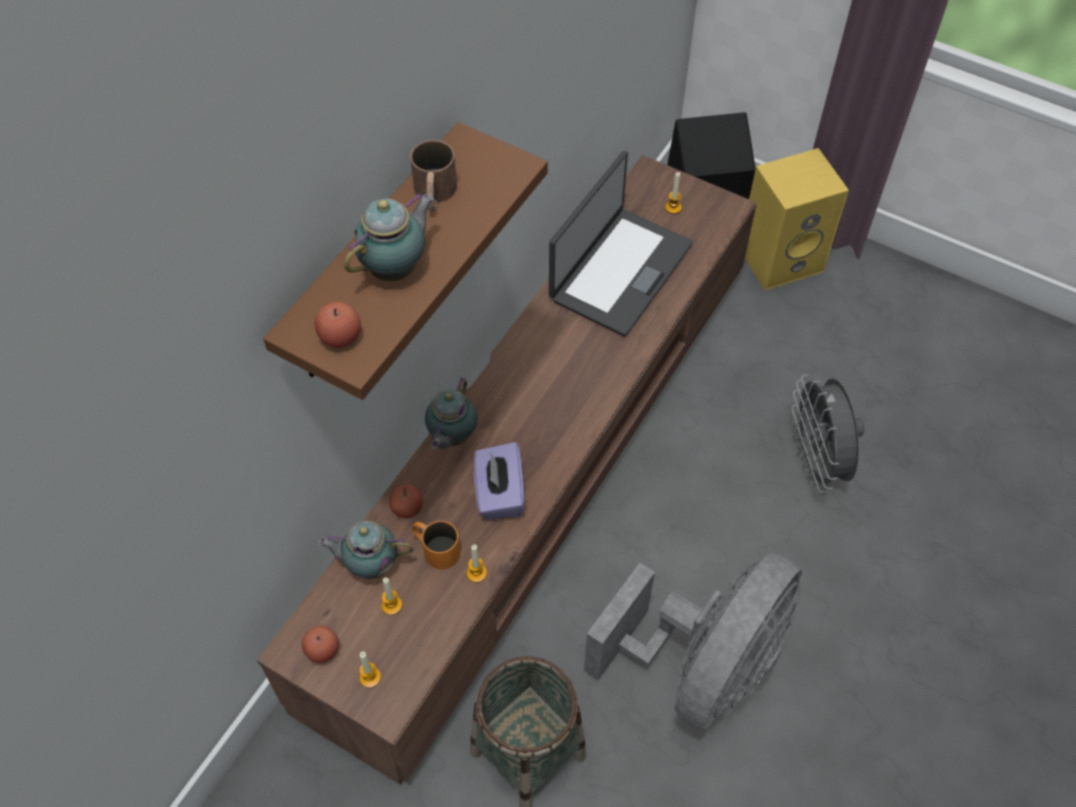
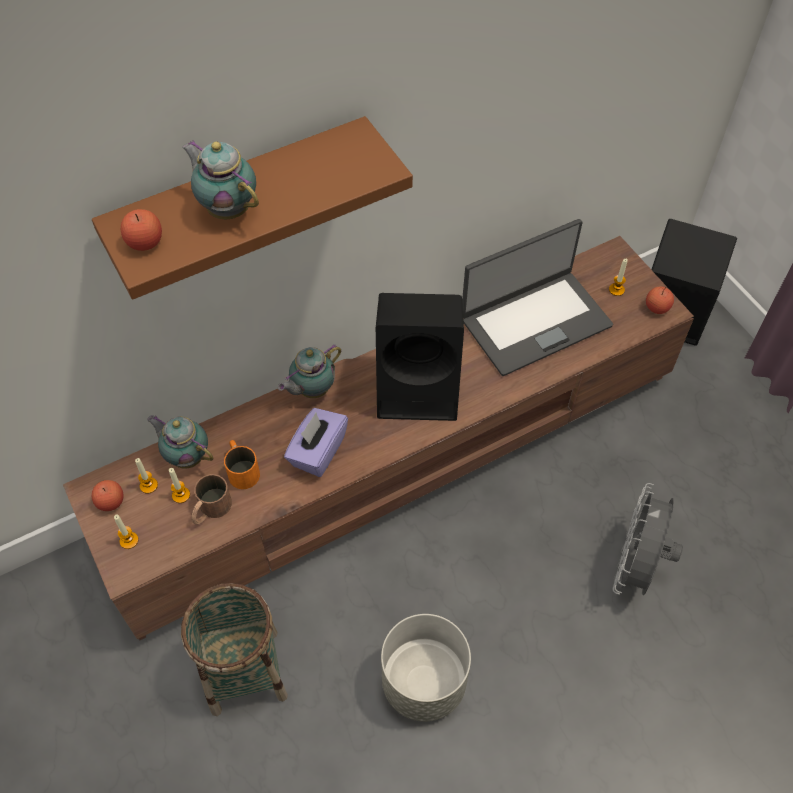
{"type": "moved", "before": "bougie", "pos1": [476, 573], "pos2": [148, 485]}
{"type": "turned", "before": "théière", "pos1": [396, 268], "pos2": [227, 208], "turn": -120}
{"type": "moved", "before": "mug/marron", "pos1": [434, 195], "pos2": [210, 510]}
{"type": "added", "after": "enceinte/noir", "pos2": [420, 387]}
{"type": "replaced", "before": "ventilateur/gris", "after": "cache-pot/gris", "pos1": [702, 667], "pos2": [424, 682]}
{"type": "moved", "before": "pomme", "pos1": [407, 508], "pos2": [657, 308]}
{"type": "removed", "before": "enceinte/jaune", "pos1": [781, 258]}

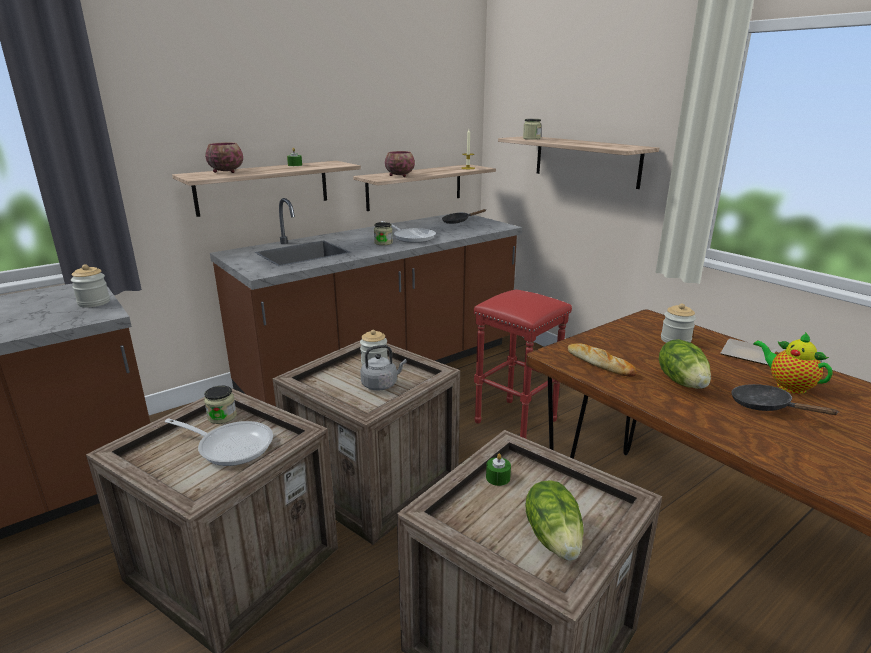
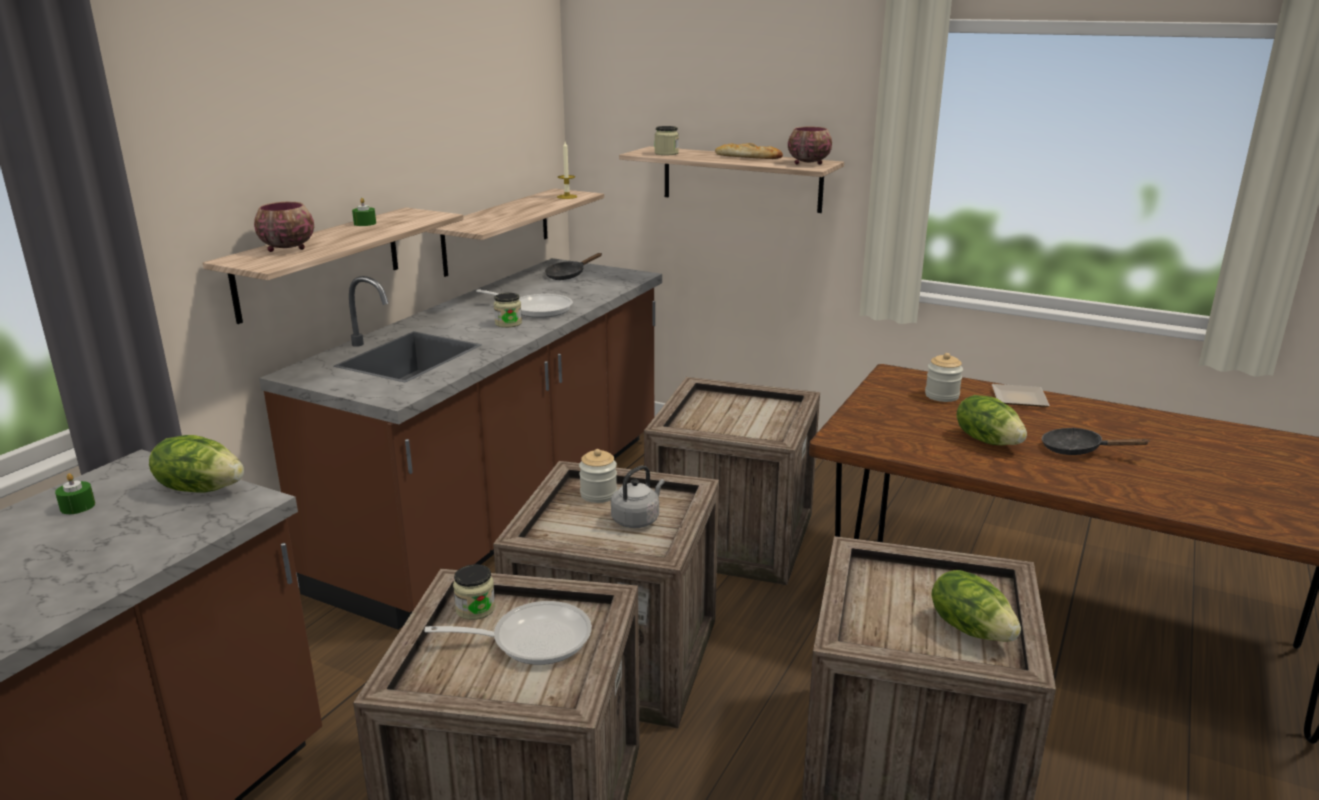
{"type": "moved", "before": "bougie/vert", "pos1": [498, 477], "pos2": [77, 506]}
{"type": "replaced", "before": "bocal", "after": "laitue", "pos1": [94, 302], "pos2": [201, 488]}
{"type": "replaced", "before": "tabouret/rouge", "after": "caisse", "pos1": [515, 420], "pos2": [730, 534]}
{"type": "moved", "before": "pain", "pos1": [600, 363], "pos2": [748, 157]}
{"type": "moved", "before": "bol", "pos1": [400, 176], "pos2": [808, 163]}
{"type": "removed", "before": "théière", "pos1": [787, 386]}

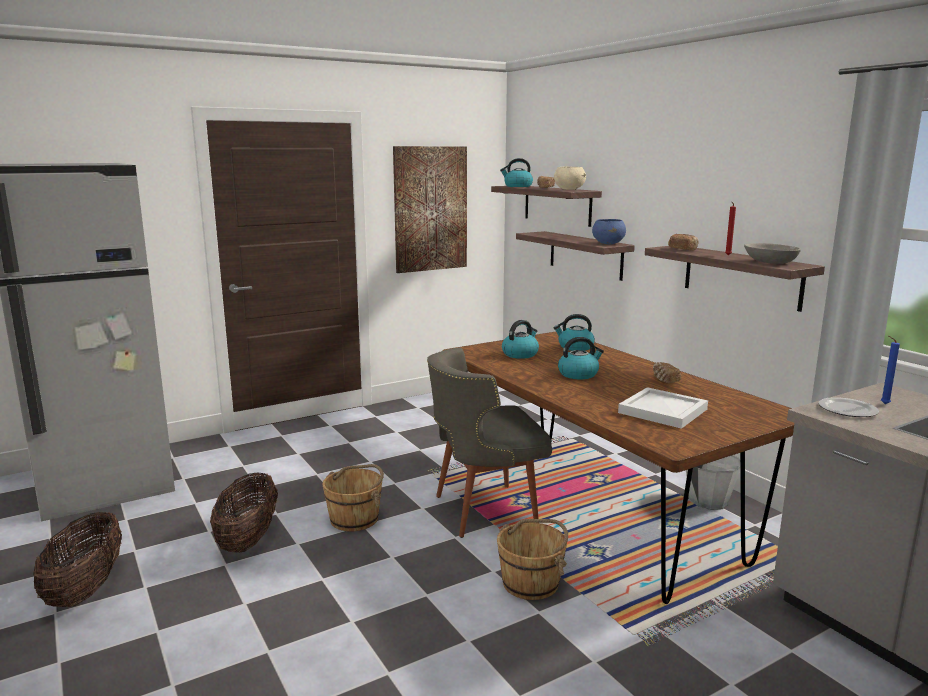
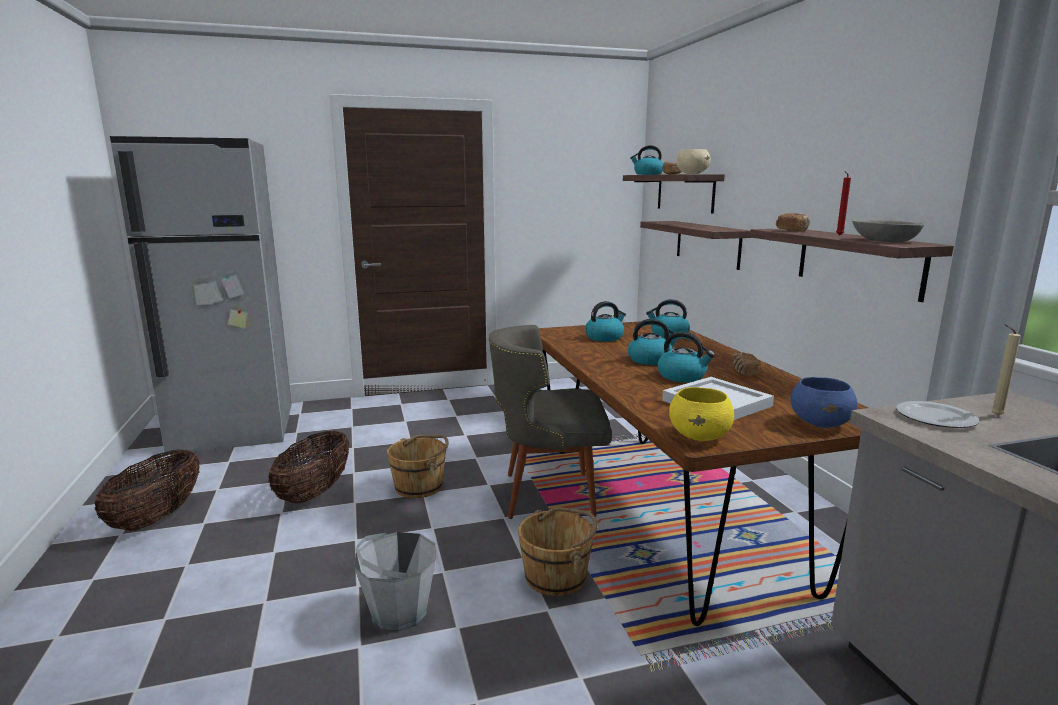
{"type": "moved", "before": "seau/gris", "pos1": [707, 500], "pos2": [399, 611]}
{"type": "added", "after": "bouilloire", "pos2": [682, 376]}
{"type": "added", "after": "bol/jaune", "pos2": [700, 437]}
{"type": "moved", "before": "bol/bleu", "pos1": [608, 243], "pos2": [820, 424]}
{"type": "recoloured", "before": "bougie/bleu", "after": "bougie/beige", "pos1": [883, 404], "pos2": [994, 415]}
{"type": "removed", "before": "tableau", "pos1": [430, 209]}

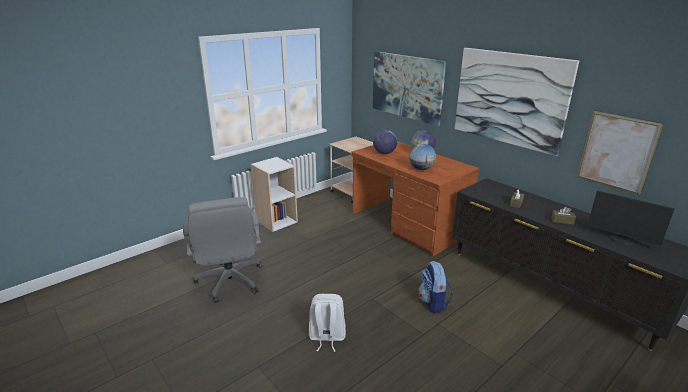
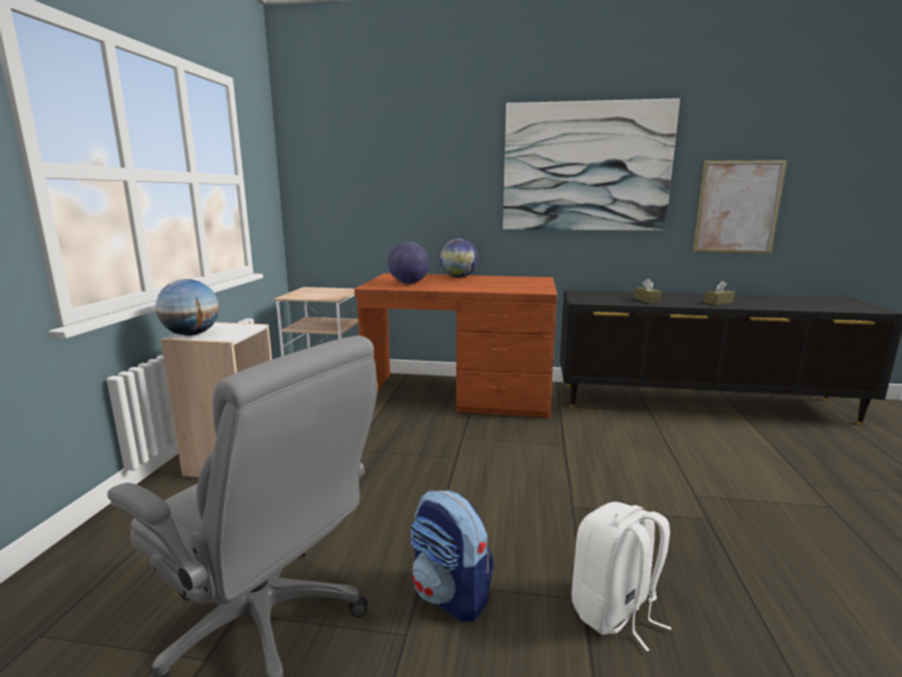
{"type": "moved", "before": "globe", "pos1": [421, 169], "pos2": [192, 334]}
{"type": "moved", "before": "sac à dos", "pos1": [433, 303], "pos2": [451, 595]}
{"type": "removed", "before": "tableau", "pos1": [406, 86]}
{"type": "removed", "before": "écran d'ordinateur", "pos1": [621, 239]}

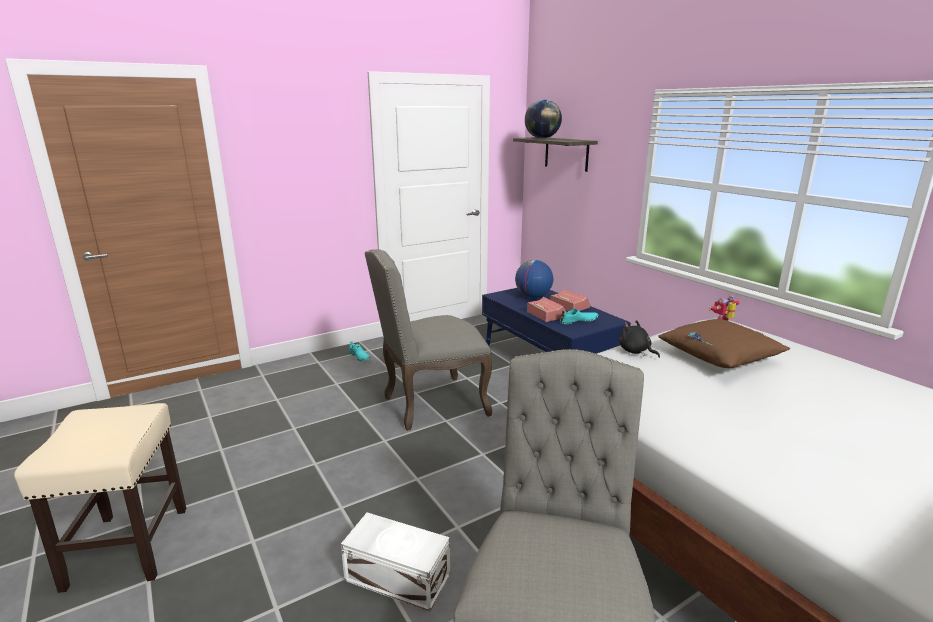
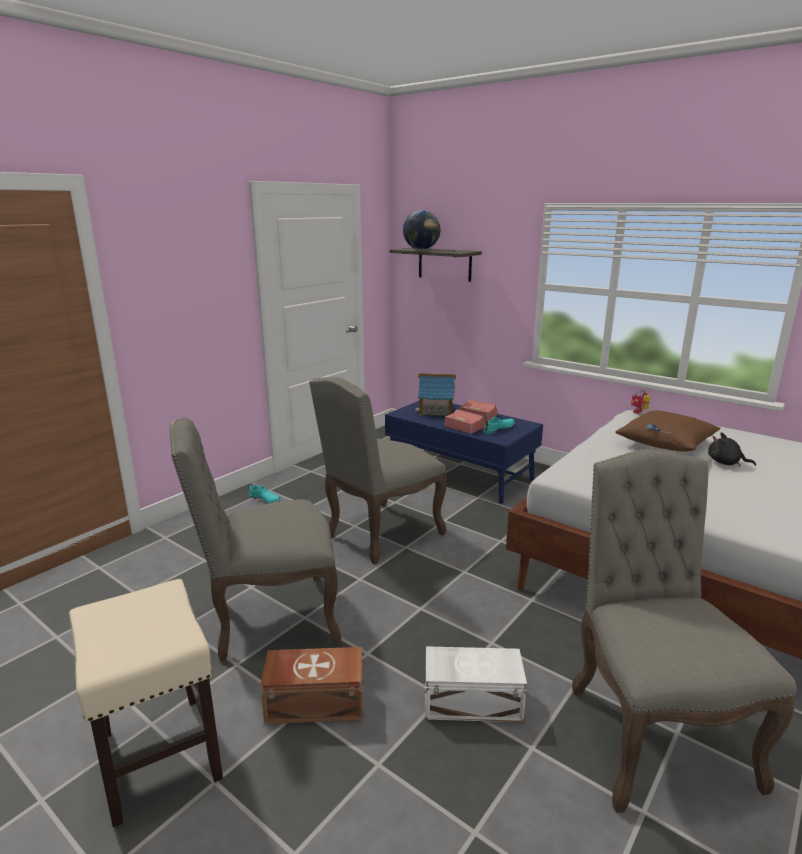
{"type": "added", "after": "chaise/gris", "pos2": [271, 619]}
{"type": "added", "after": "boîte de rangement/marron", "pos2": [314, 701]}
{"type": "replaced", "before": "globe", "after": "maison miniature", "pos1": [533, 297], "pos2": [436, 410]}
{"type": "moved", "before": "peluche/noir", "pos1": [635, 351], "pos2": [726, 463]}

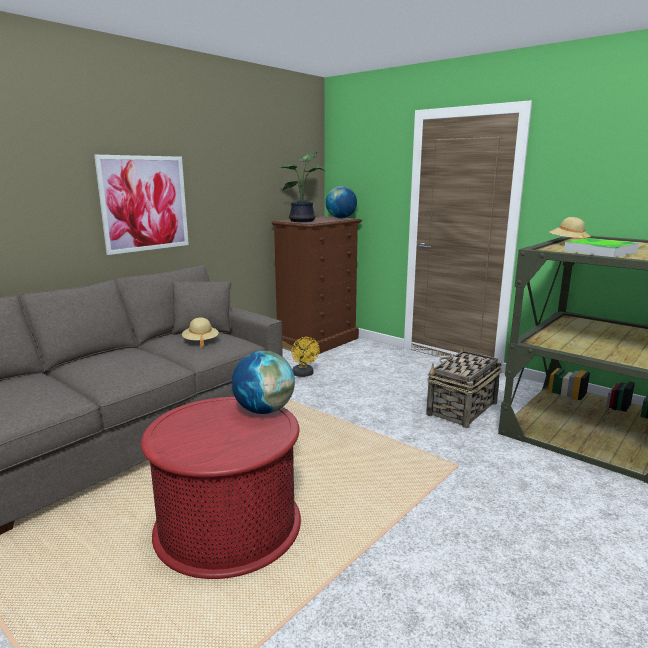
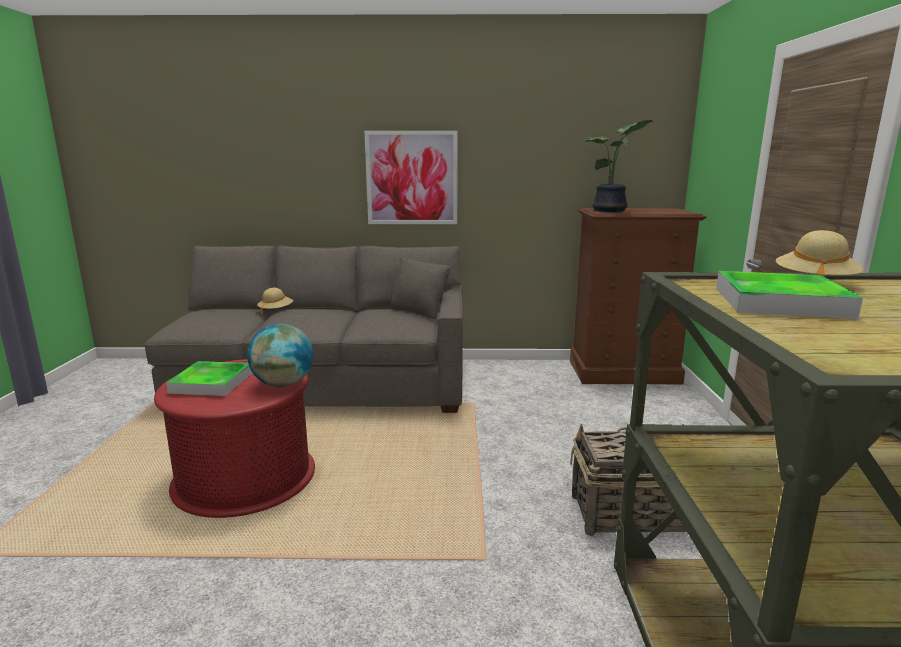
{"type": "added", "after": "plateau", "pos2": [211, 383]}
{"type": "moved", "before": "chapeau/beige", "pos1": [200, 342], "pos2": [276, 311]}
{"type": "removed", "before": "ventilateur/jaune", "pos1": [304, 374]}
{"type": "removed", "before": "globe", "pos1": [341, 218]}

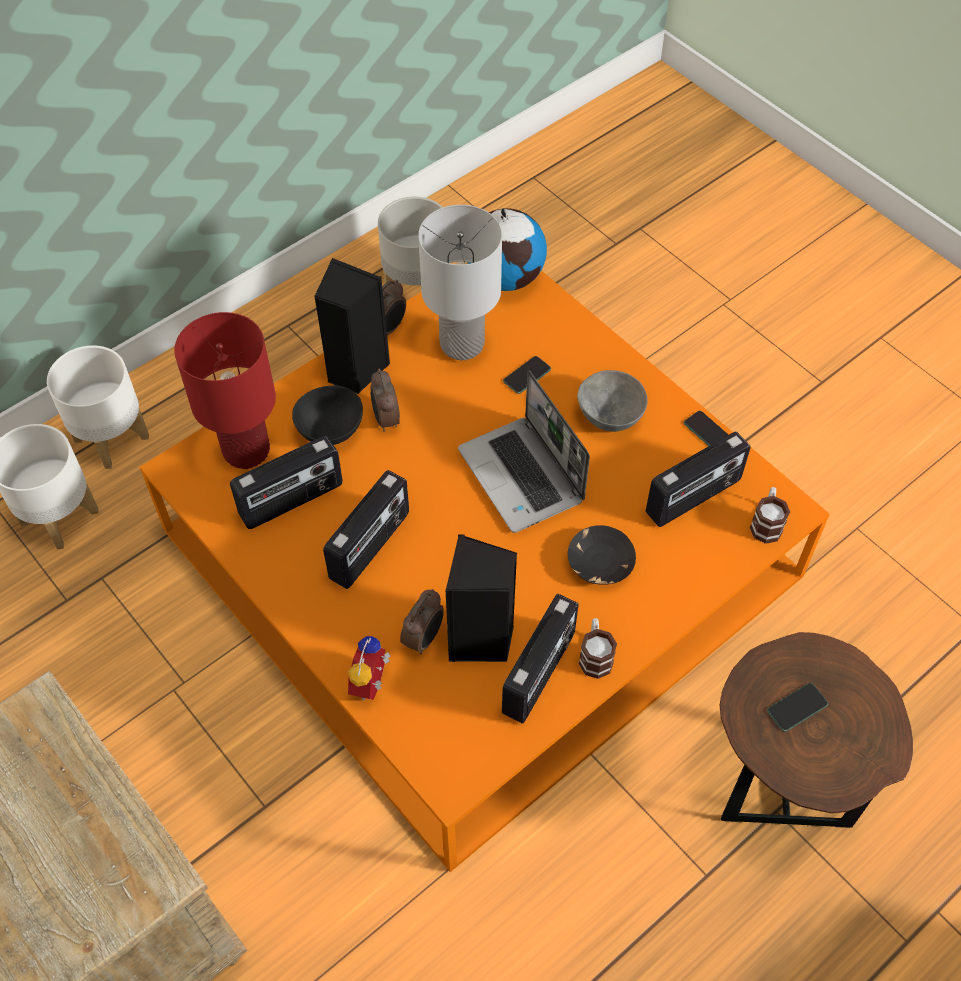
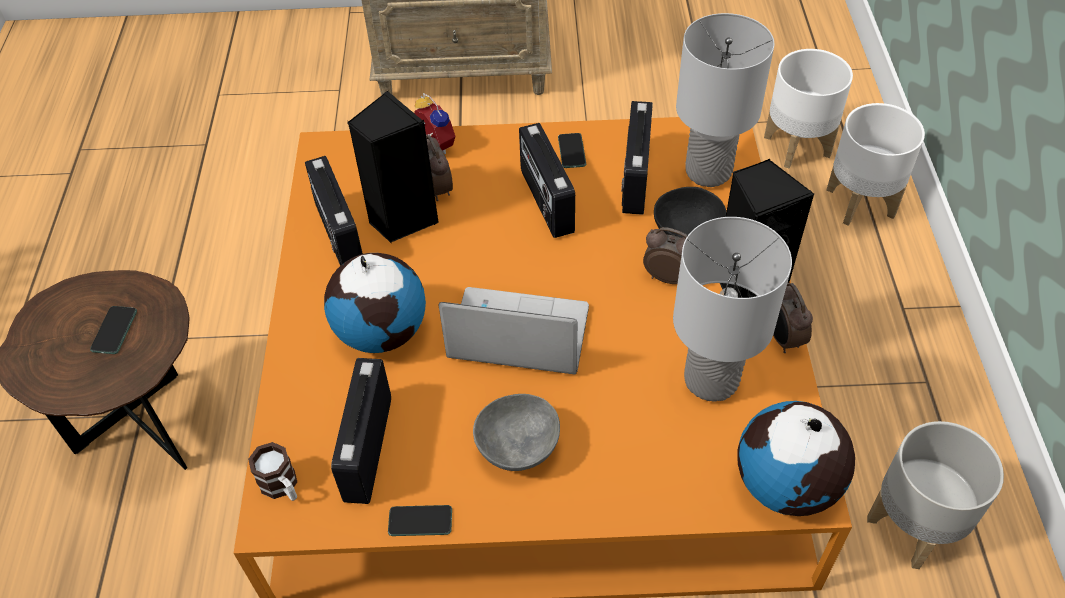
{"type": "replaced", "before": "bol/noir", "after": "globe", "pos1": [599, 563], "pos2": [382, 331]}
{"type": "moved", "before": "téléphone", "pos1": [527, 375], "pos2": [571, 151]}
{"type": "recoloured", "before": "lampe de table/rouge", "after": "lampe de table/gris", "pos1": [247, 453], "pos2": [708, 175]}
{"type": "removed", "before": "mug", "pos1": [595, 655]}

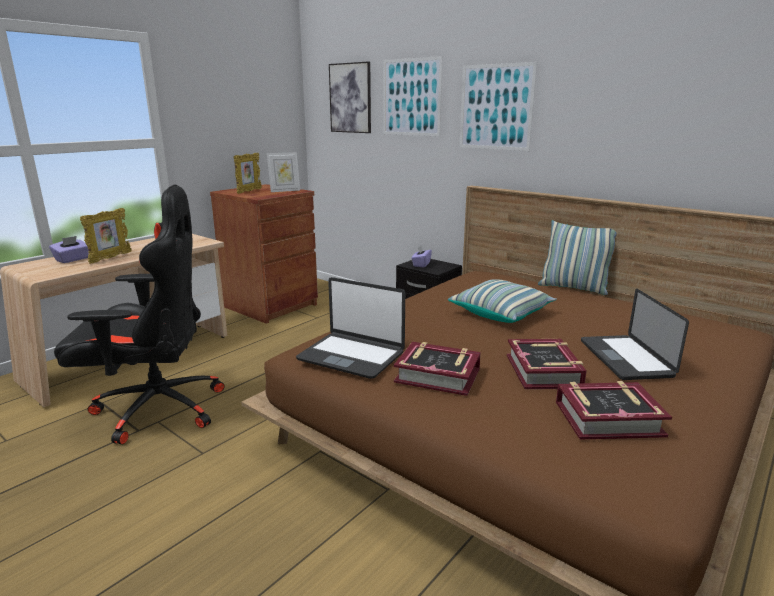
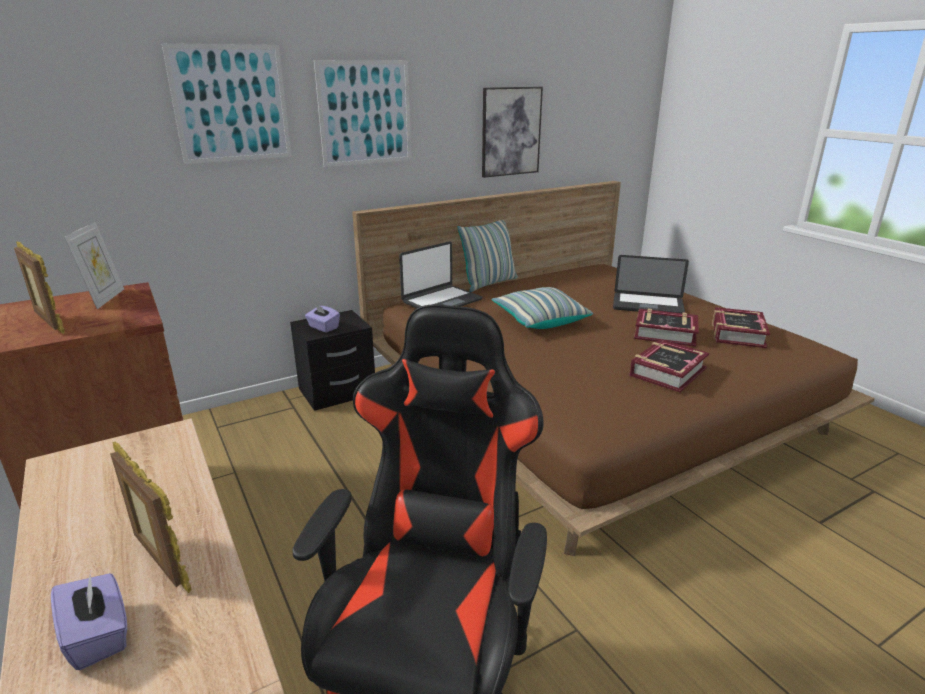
{"type": "moved", "before": "ordinateur portable", "pos1": [352, 356], "pos2": [441, 301]}
{"type": "moved", "before": "tableau", "pos1": [350, 98], "pos2": [511, 131]}

